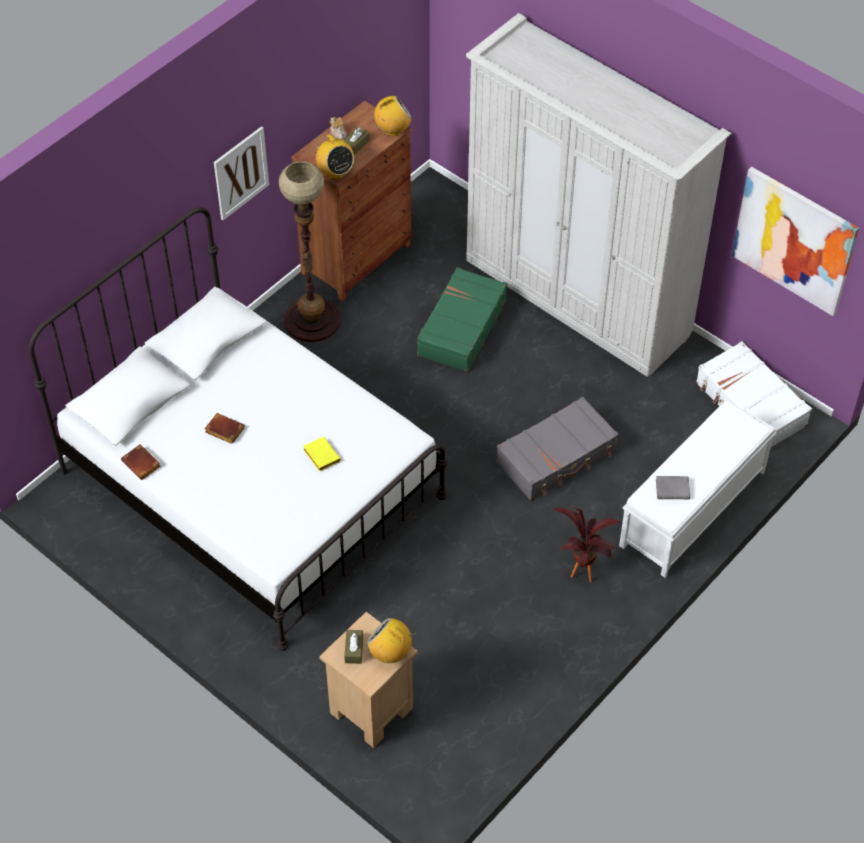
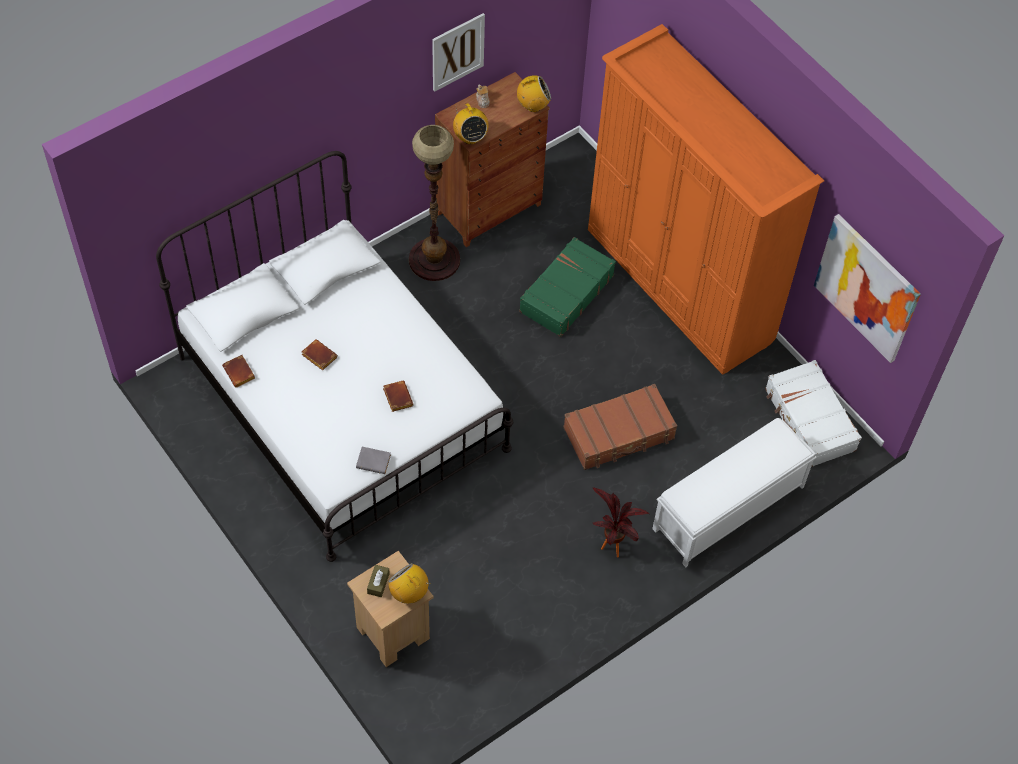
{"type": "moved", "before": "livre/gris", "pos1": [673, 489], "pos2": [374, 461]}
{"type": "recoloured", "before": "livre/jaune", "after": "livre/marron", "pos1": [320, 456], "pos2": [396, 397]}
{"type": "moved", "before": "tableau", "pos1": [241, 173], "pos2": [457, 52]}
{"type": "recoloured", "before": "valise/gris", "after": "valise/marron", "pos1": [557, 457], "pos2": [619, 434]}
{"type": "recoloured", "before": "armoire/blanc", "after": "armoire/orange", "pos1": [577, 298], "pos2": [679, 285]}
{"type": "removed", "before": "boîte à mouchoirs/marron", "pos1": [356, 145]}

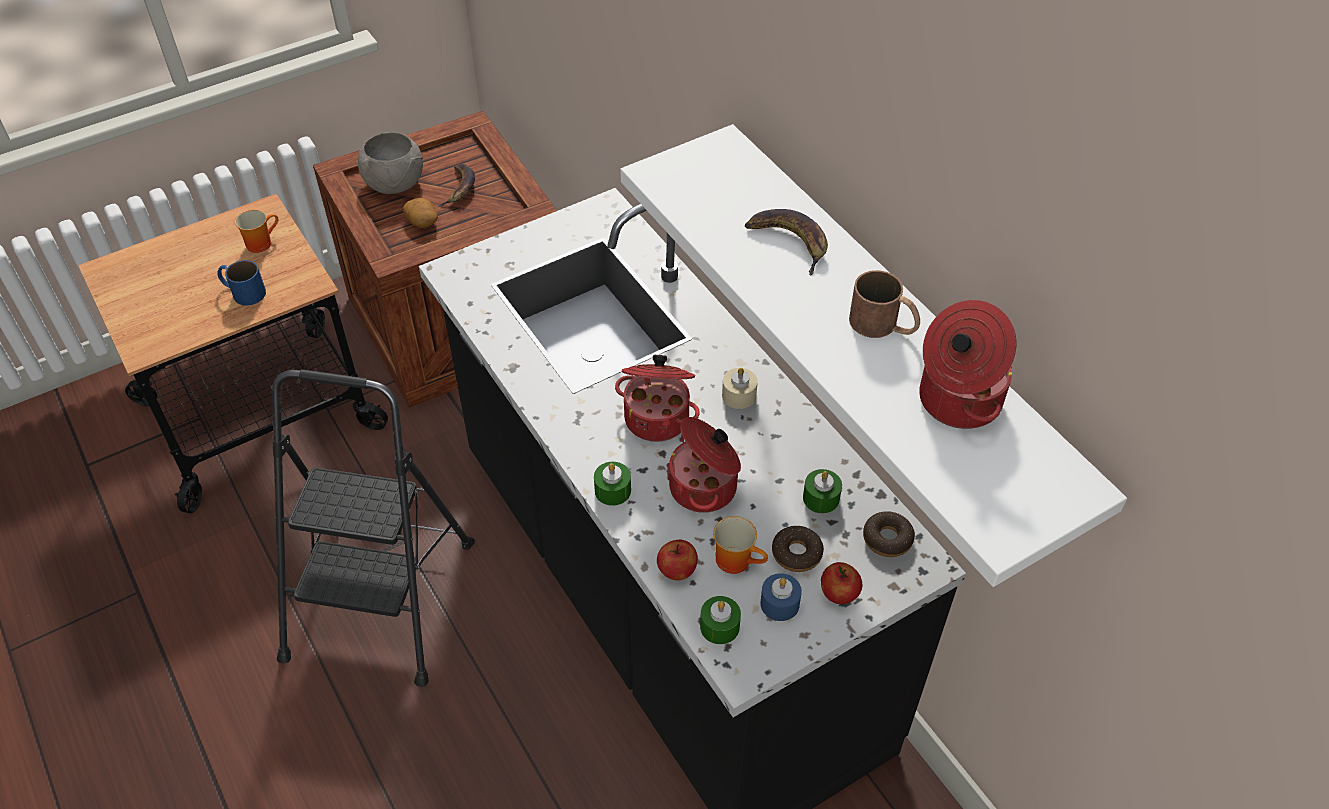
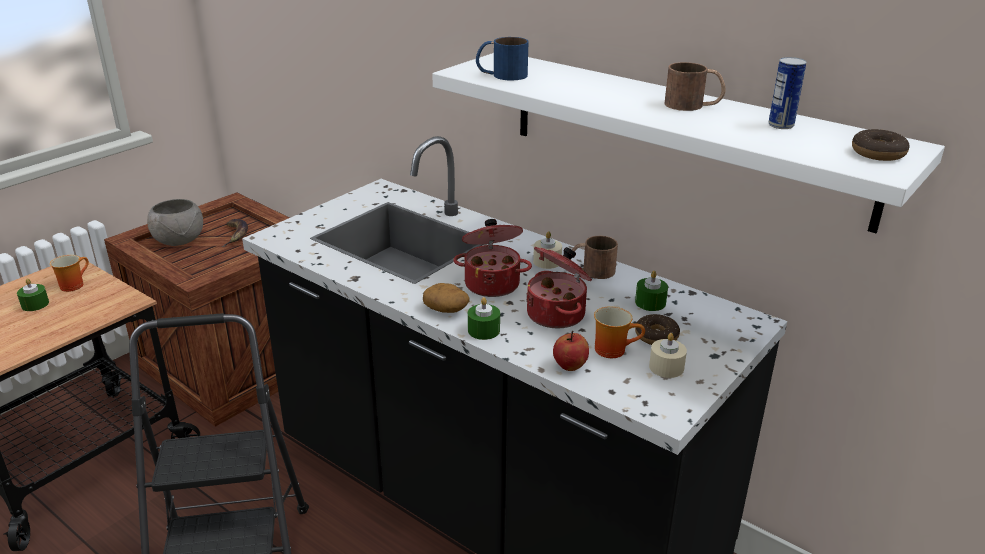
{"type": "moved", "before": "bougie/vert", "pos1": [719, 626], "pos2": [35, 304]}
{"type": "moved", "before": "pomme de terre", "pos1": [422, 221], "pos2": [446, 309]}
{"type": "moved", "before": "mug/bleu", "pos1": [242, 292], "pos2": [501, 75]}
{"type": "added", "after": "mug/marron", "pos2": [591, 271]}
{"type": "recoloured", "before": "bougie/bleu", "after": "bougie/beige", "pos1": [779, 604], "pos2": [666, 367]}
{"type": "replaced", "before": "marmite", "after": "boîte métallique", "pos1": [957, 400], "pos2": [781, 125]}
{"type": "moved", "before": "beignet", "pos1": [887, 539], "pos2": [878, 153]}
{"type": "removed", "before": "banane", "pos1": [790, 242]}
{"type": "removed", "before": "pomme", "pos1": [839, 594]}

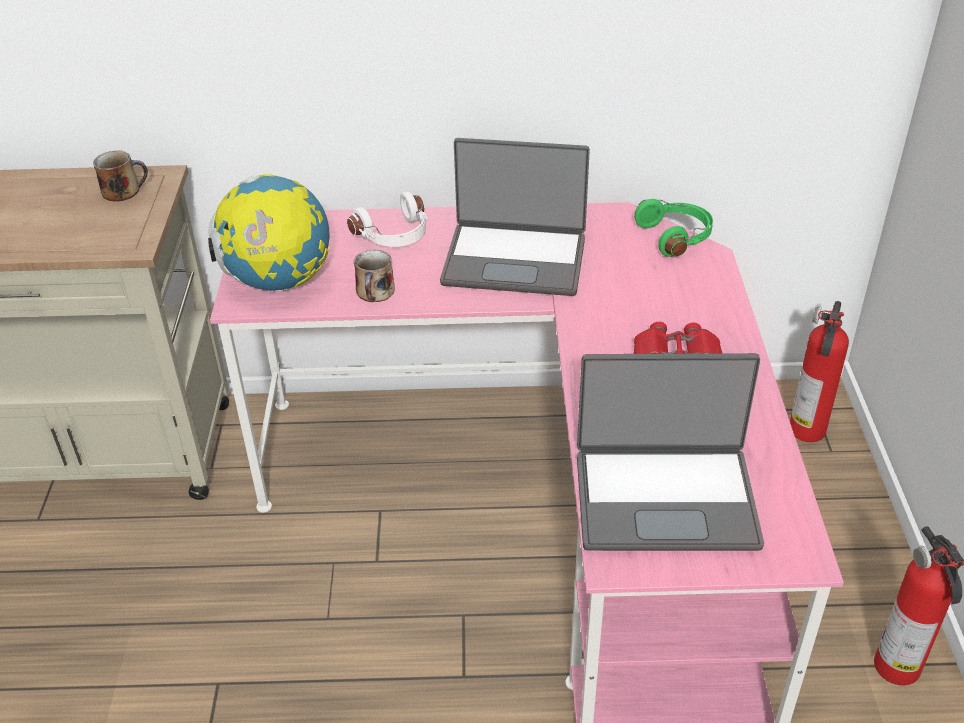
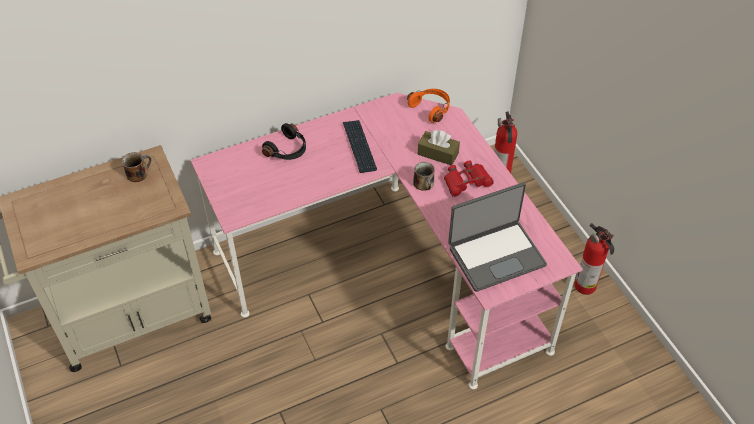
{"type": "recoloured", "before": "casque audio/blanc", "after": "casque audio/noir", "pos1": [395, 236], "pos2": [288, 150]}
{"type": "replaced", "before": "ordinateur portable", "after": "clavier", "pos1": [515, 260], "pos2": [359, 146]}
{"type": "recoloured", "before": "casque audio/vert", "after": "casque audio/orange", "pos1": [676, 237], "pos2": [431, 108]}
{"type": "moved", "before": "mug", "pos1": [375, 292], "pos2": [424, 184]}
{"type": "added", "after": "boîte à mouchoirs/marron", "pos2": [438, 153]}
{"type": "removed", "before": "globe", "pos1": [278, 282]}

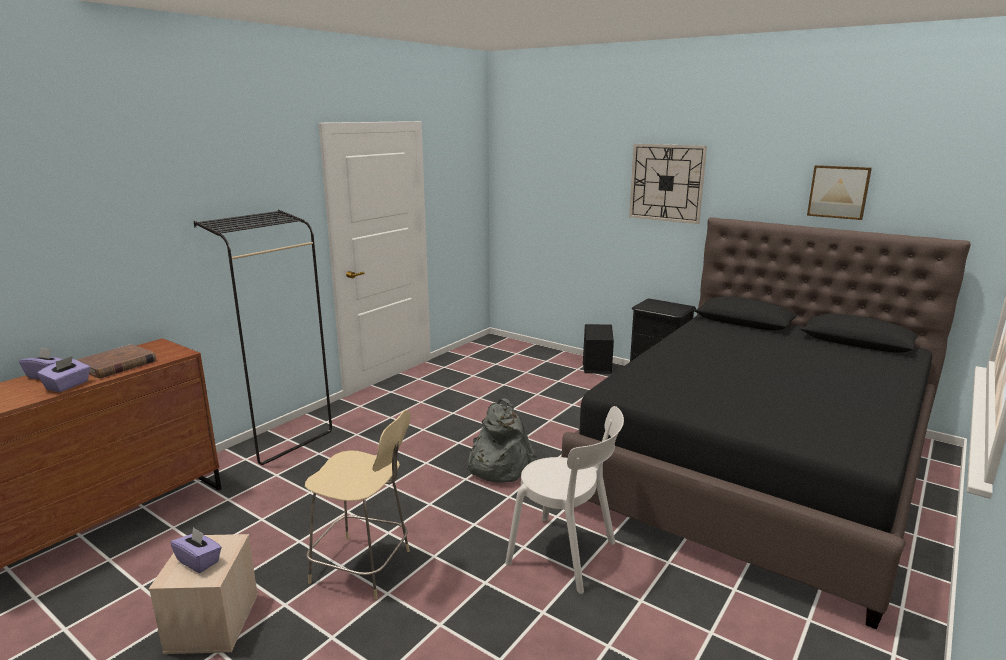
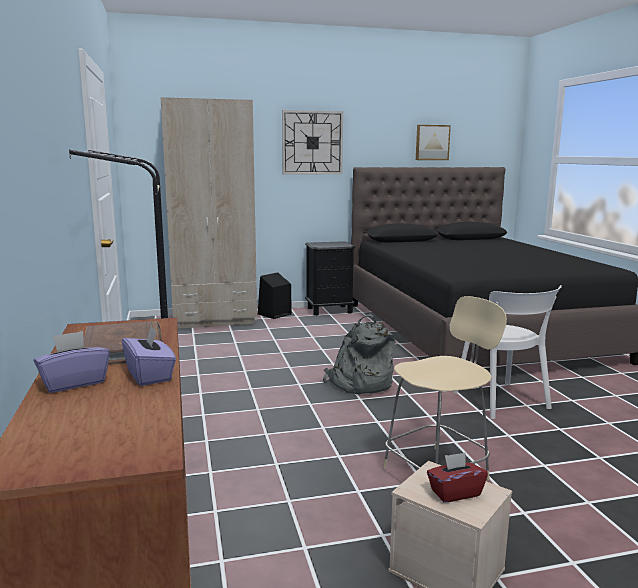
{"type": "added", "after": "armoire/beige", "pos2": [215, 320]}
{"type": "recoloured", "before": "boîte à mouchoirs/violet", "after": "boîte à mouchoirs/rouge", "pos1": [199, 561], "pos2": [455, 492]}
{"type": "turned", "before": "chaise/blanc", "pos1": [566, 554], "pos2": [503, 402], "turn": 90}

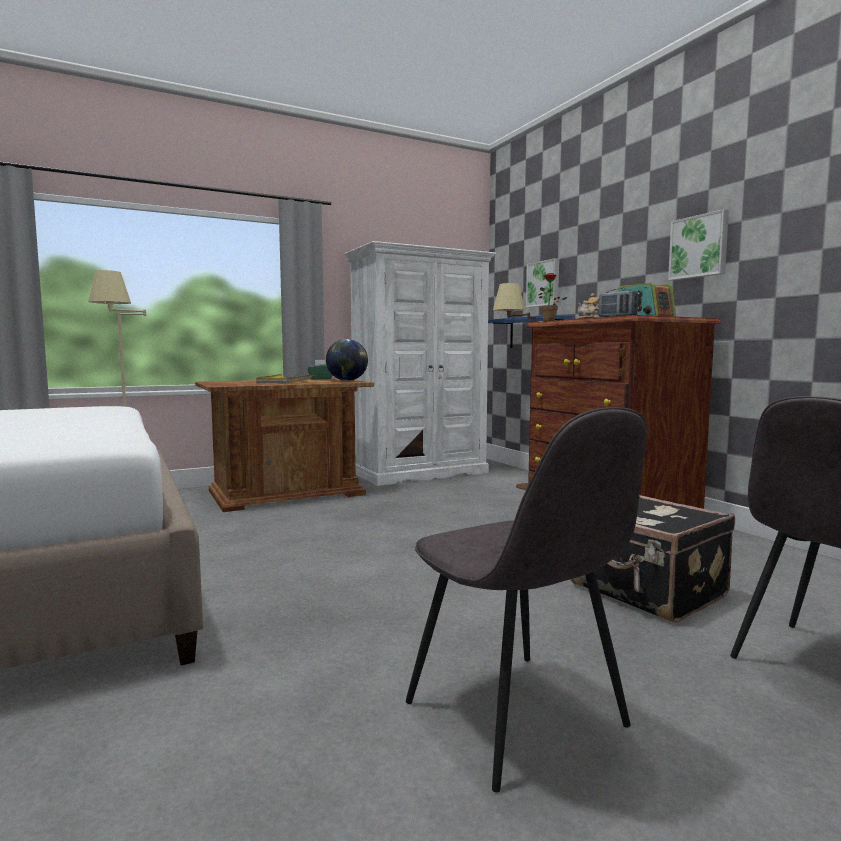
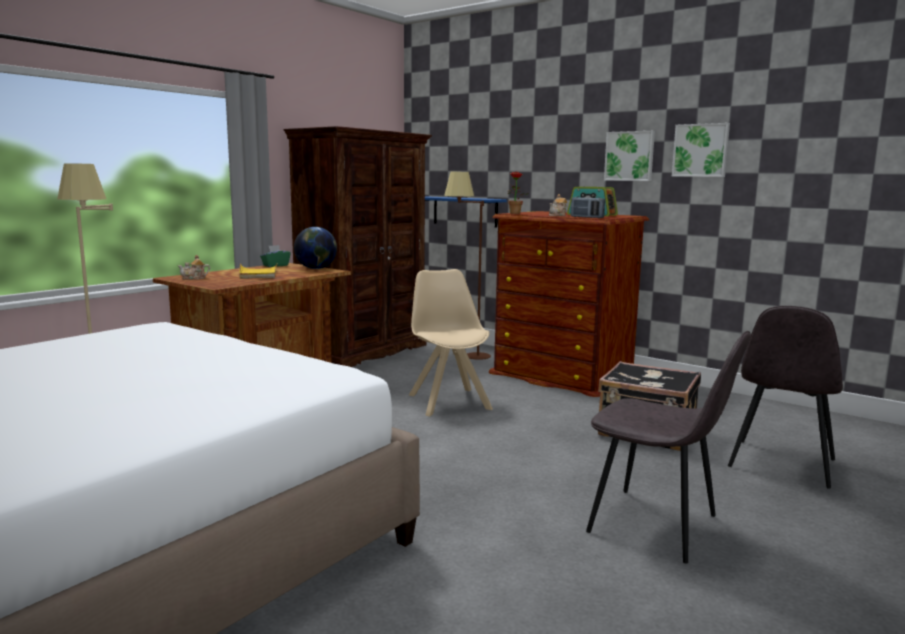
{"type": "added", "after": "théière", "pos2": [194, 278]}
{"type": "recoloured", "before": "armoire/blanc", "after": "armoire/marron", "pos1": [420, 473], "pos2": [364, 351]}
{"type": "added", "after": "chaise/beige", "pos2": [449, 401]}
{"type": "moved", "before": "tableau", "pos1": [544, 284], "pos2": [700, 150]}

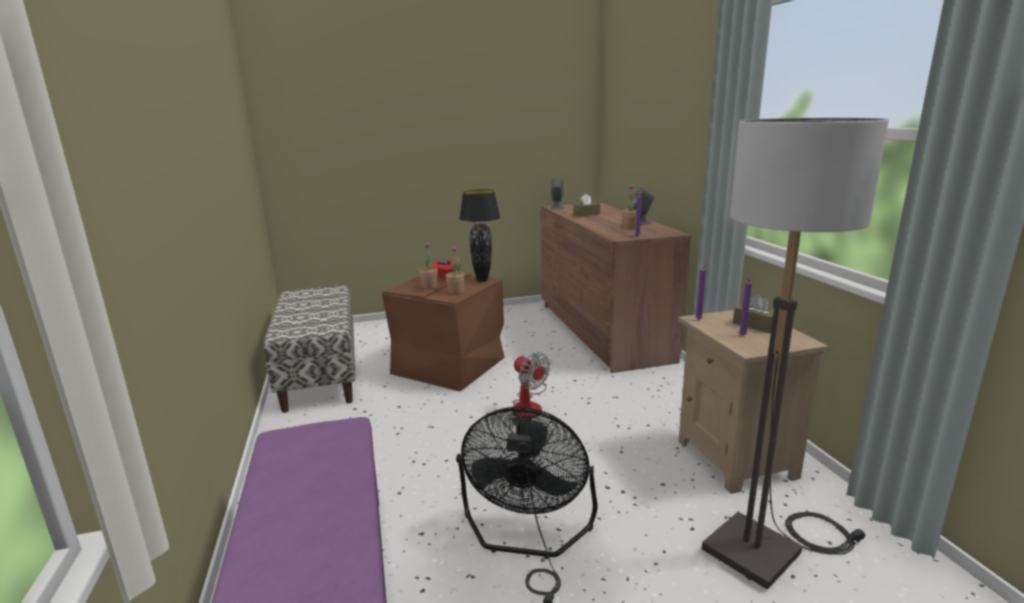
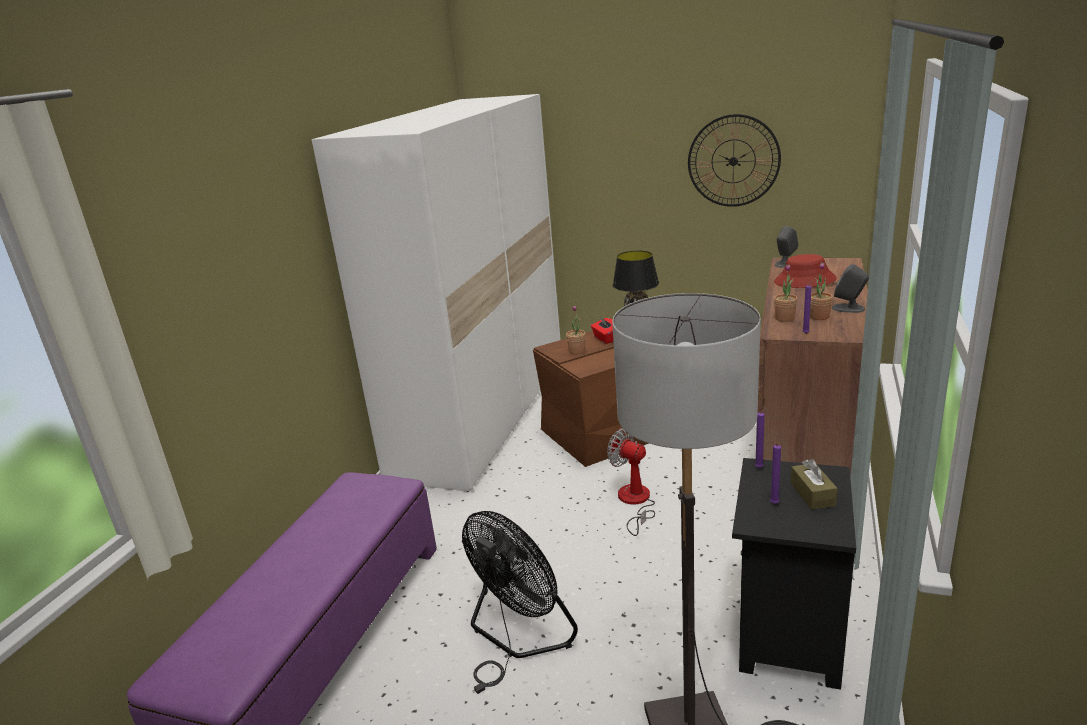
{"type": "replaced", "before": "banc", "after": "armoire/blanc", "pos1": [320, 374], "pos2": [484, 414]}
{"type": "turned", "before": "ventilateur", "pos1": [529, 405], "pos2": [634, 502], "turn": 135}
{"type": "added", "after": "horloge murale", "pos2": [733, 161]}
{"type": "recoloured", "before": "table de chevet/beige", "after": "table de chevet/noir", "pos1": [734, 460], "pos2": [786, 639]}
{"type": "replaced", "before": "boîte à mouchoirs/marron", "after": "chapeau/rouge", "pos1": [586, 214], "pos2": [805, 281]}
{"type": "moved", "before": "plante en pot", "pos1": [456, 292], "pos2": [784, 318]}

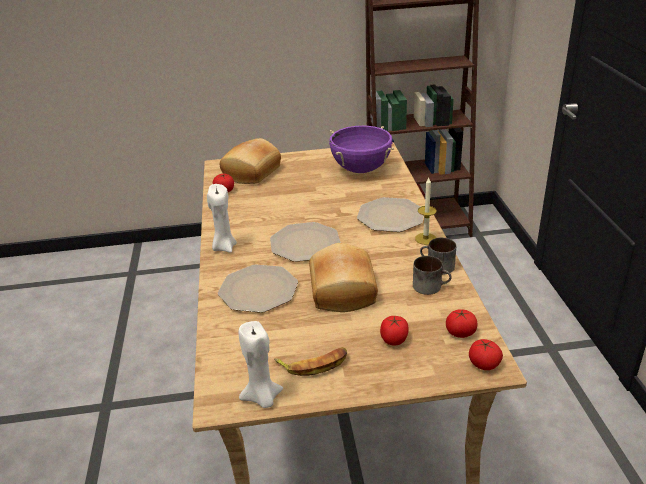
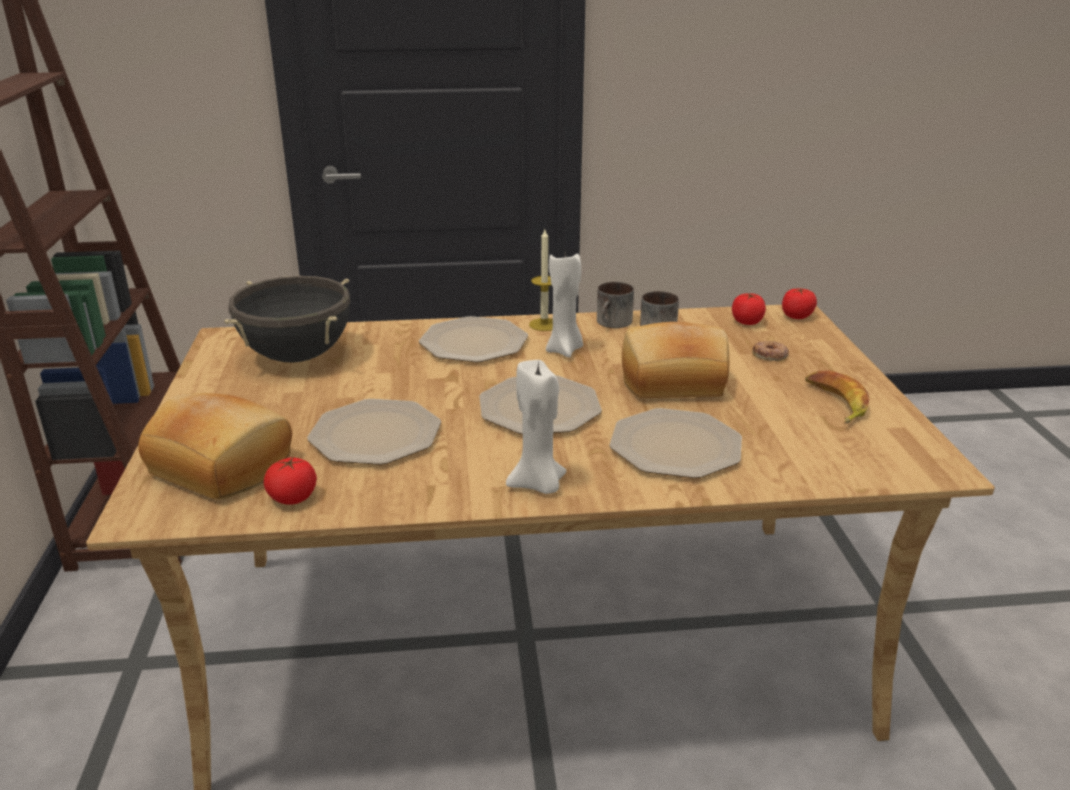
{"type": "recoloured", "before": "marmite/violet", "after": "marmite/noir", "pos1": [361, 170], "pos2": [297, 357]}
{"type": "added", "after": "assiette", "pos2": [376, 435]}
{"type": "moved", "before": "bougie/blanc", "pos1": [262, 398], "pos2": [565, 350]}
{"type": "replaced", "before": "tomate", "after": "beignet", "pos1": [394, 339], "pos2": [770, 355]}

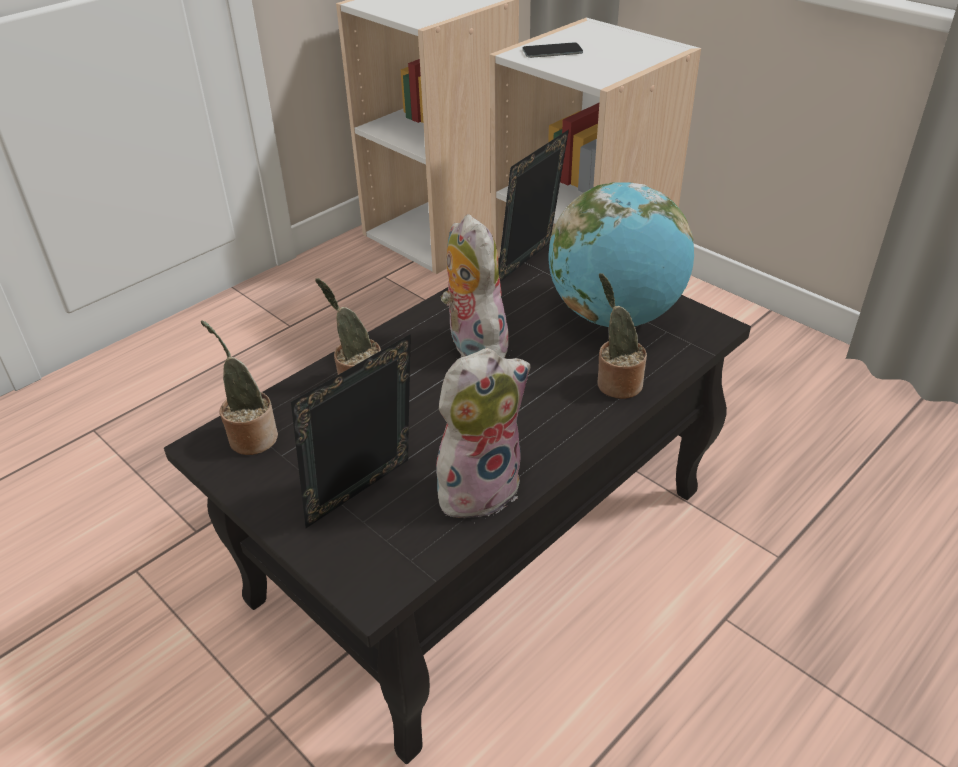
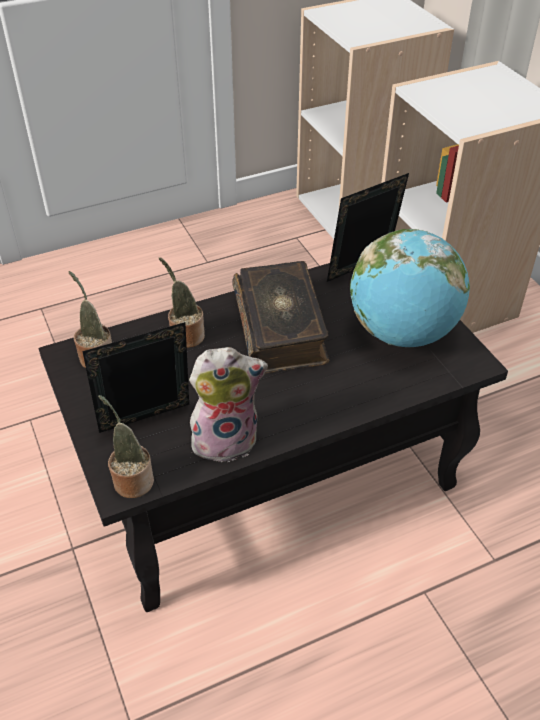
{"type": "moved", "before": "plante en pot", "pos1": [616, 383], "pos2": [131, 480]}
{"type": "replaced", "before": "peluche", "after": "livre", "pos1": [472, 345], "pos2": [281, 328]}
{"type": "removed", "before": "téléphone", "pos1": [552, 51]}

